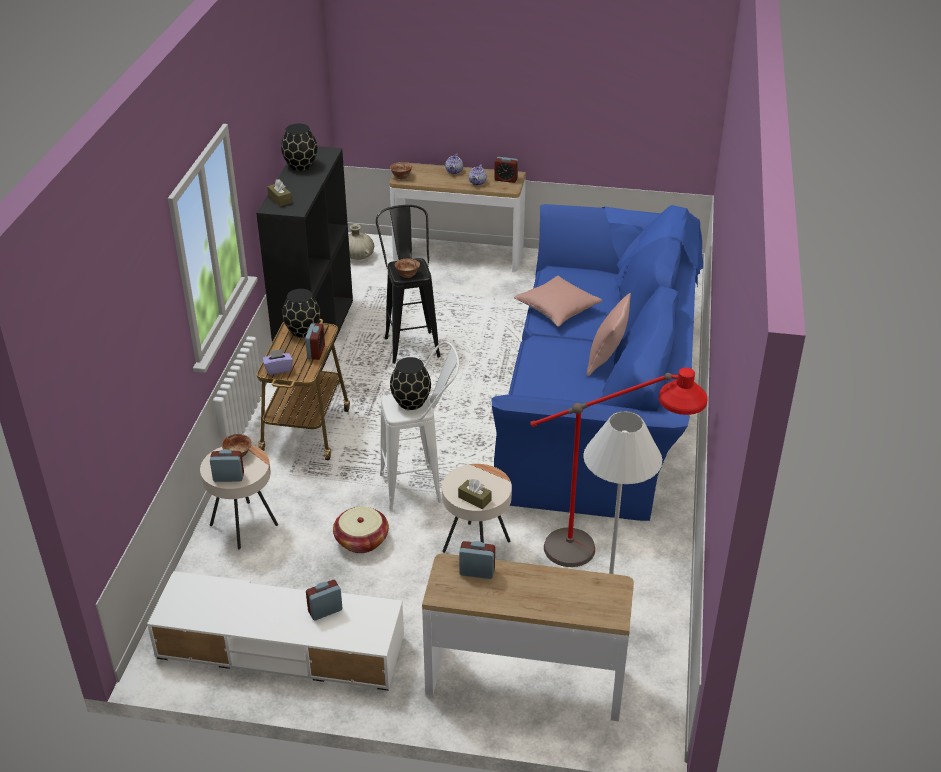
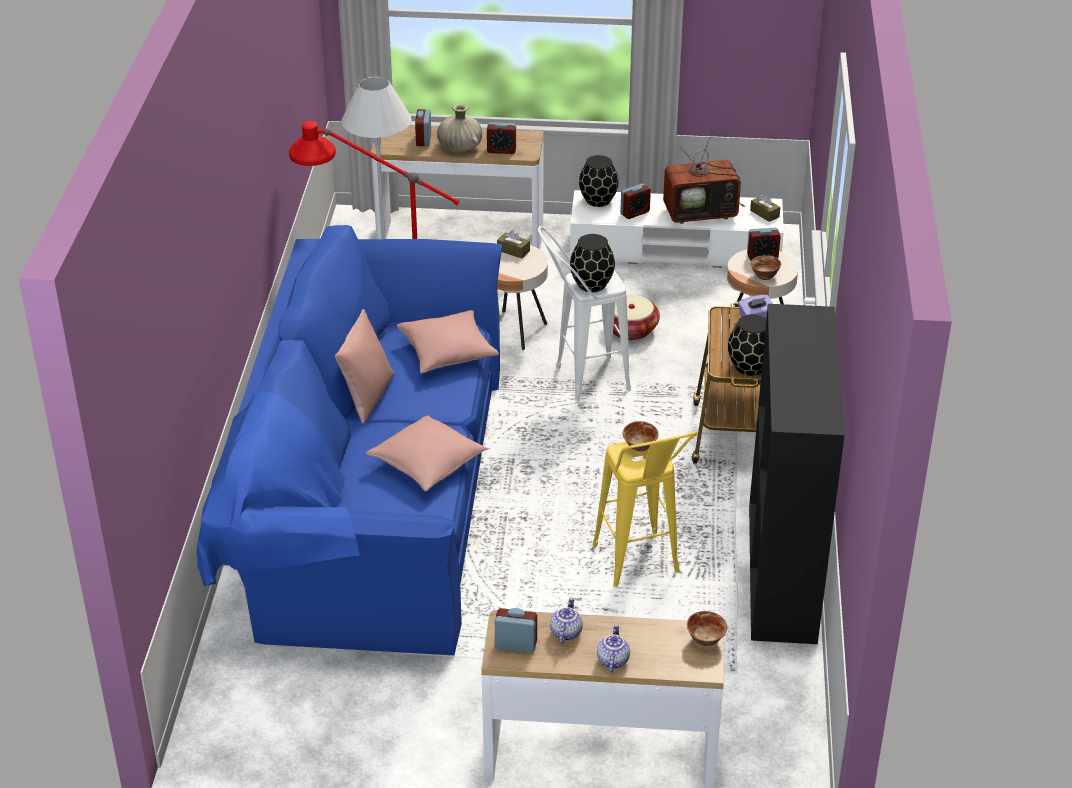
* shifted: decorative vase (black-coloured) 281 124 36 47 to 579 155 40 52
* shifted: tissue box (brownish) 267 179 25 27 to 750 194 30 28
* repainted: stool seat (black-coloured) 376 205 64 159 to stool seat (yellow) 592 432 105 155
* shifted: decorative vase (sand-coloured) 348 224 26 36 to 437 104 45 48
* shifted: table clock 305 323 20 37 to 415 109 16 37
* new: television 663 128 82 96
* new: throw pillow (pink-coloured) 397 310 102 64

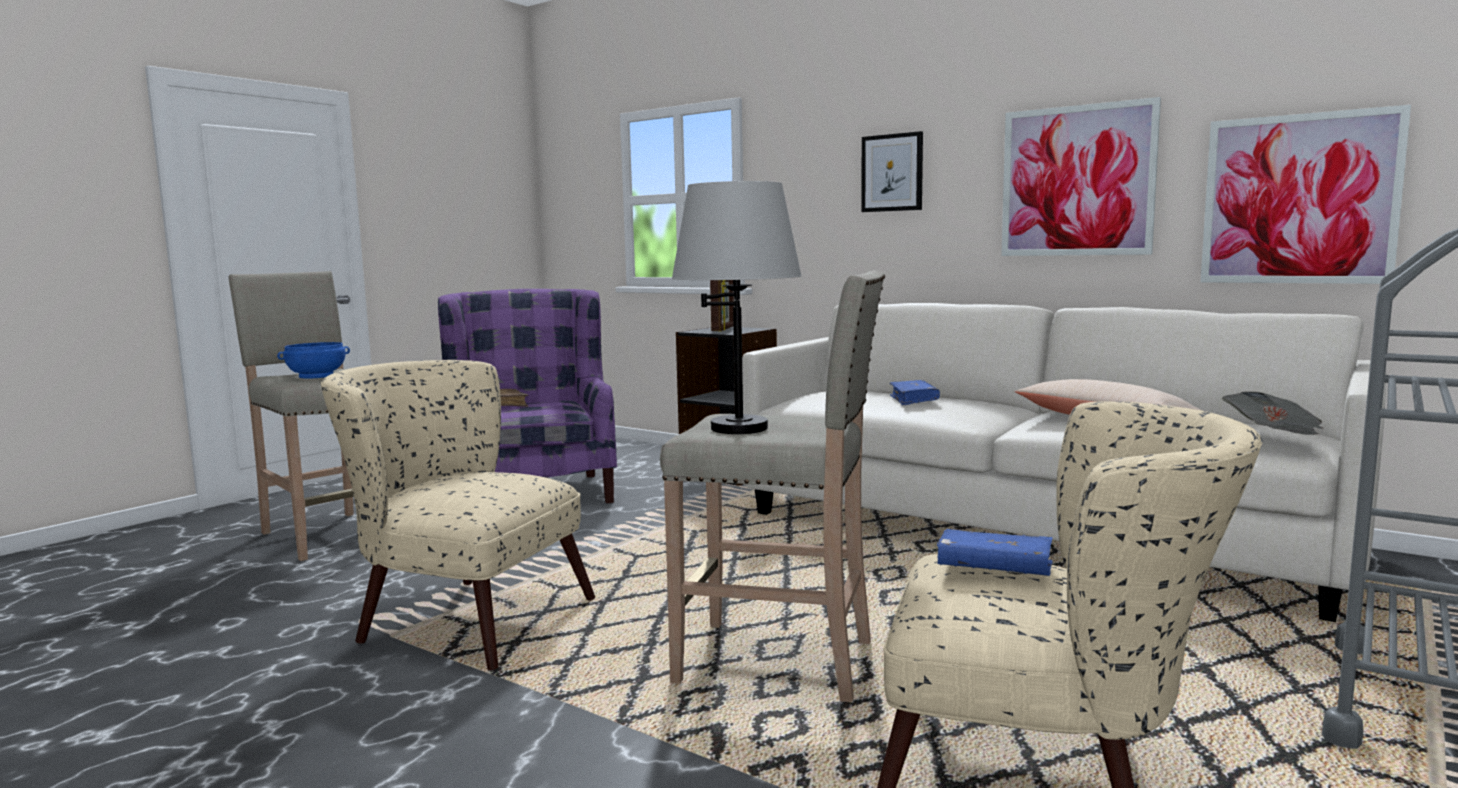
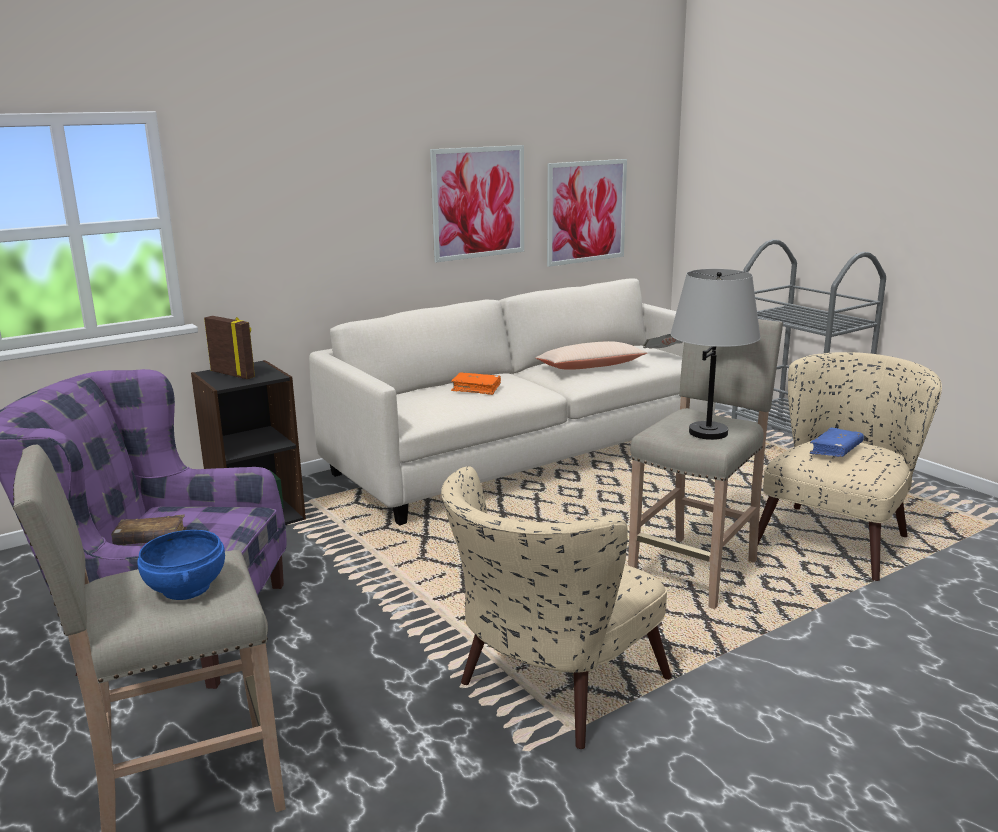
* gone: wall picture 861 131 62 81
* repainted: book (blue-coloured) 890 380 50 25 to book (orangey) 451 372 50 23

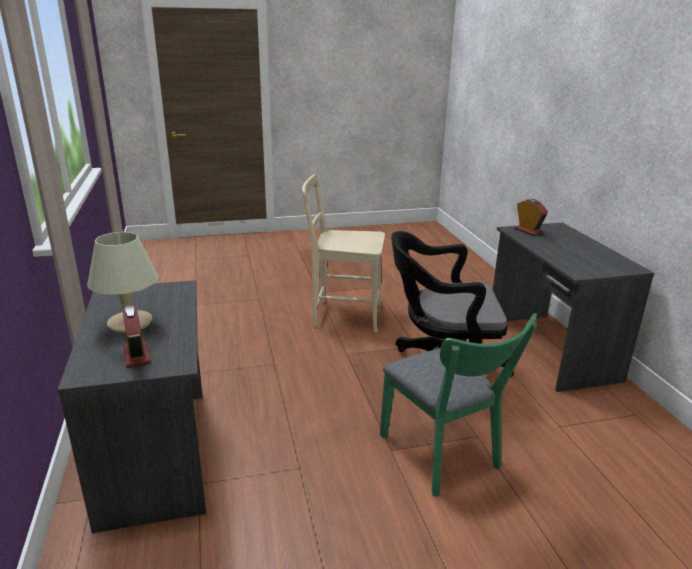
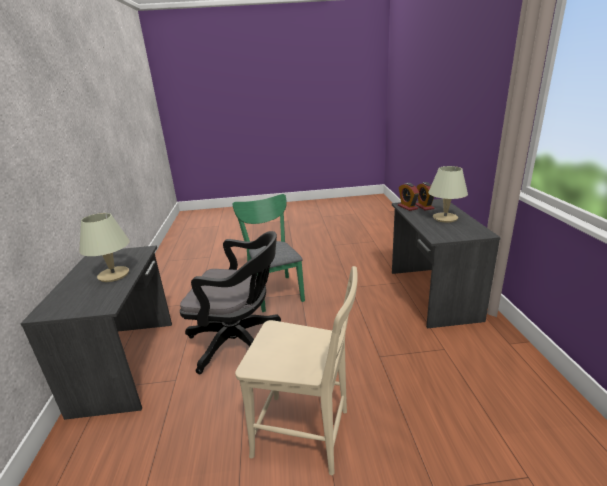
* shifted: table clock 515 199 33 37 to 398 183 21 28
* new: tabletop lamp (sand-coloured) 79 213 51 69

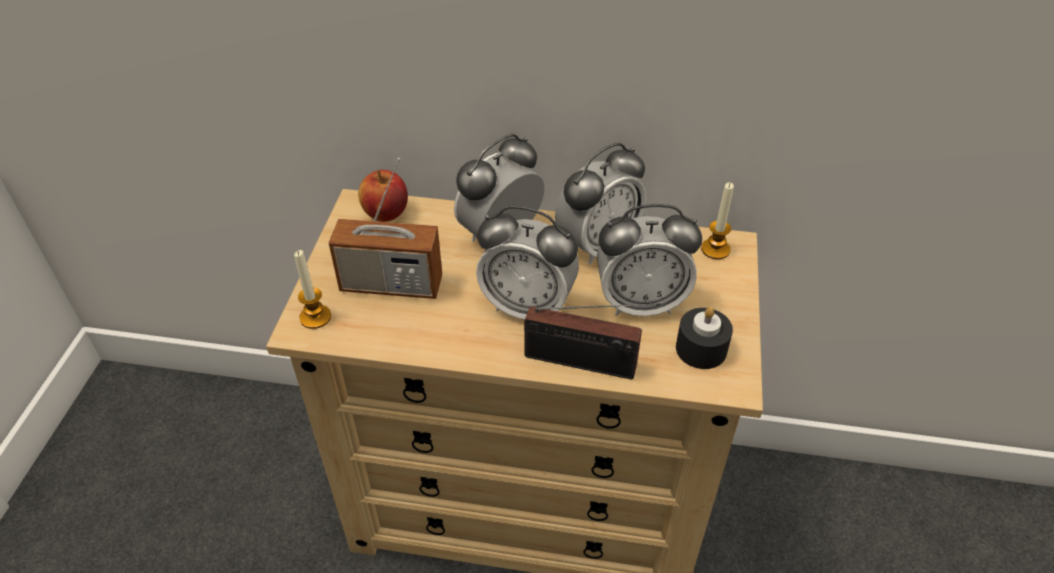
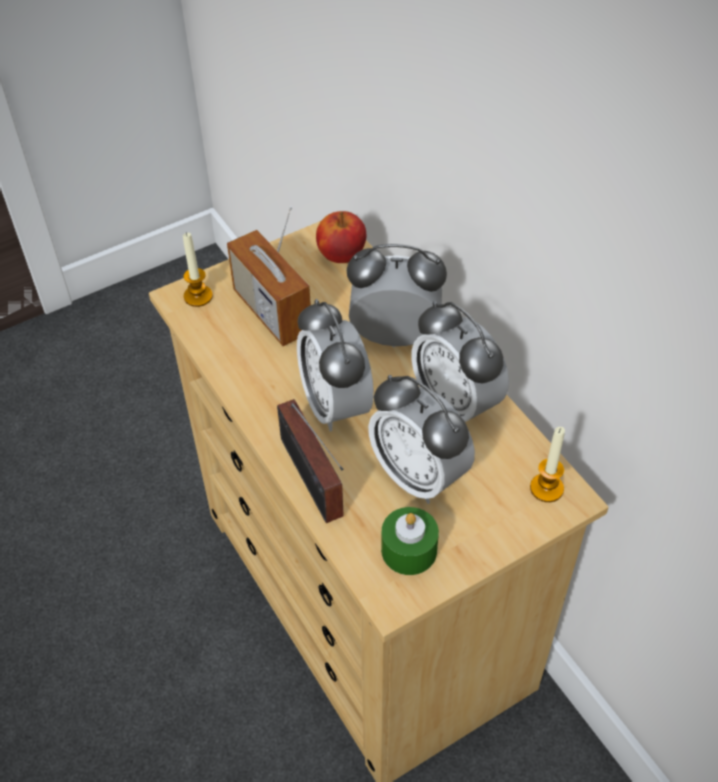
* rotated: table clock 555 143 91 122 = 411 301 98 121 45 degrees clockwise
* repainted: wax candle (black-coloured) 676 307 57 62 to wax candle (green-coloured) 381 507 58 68

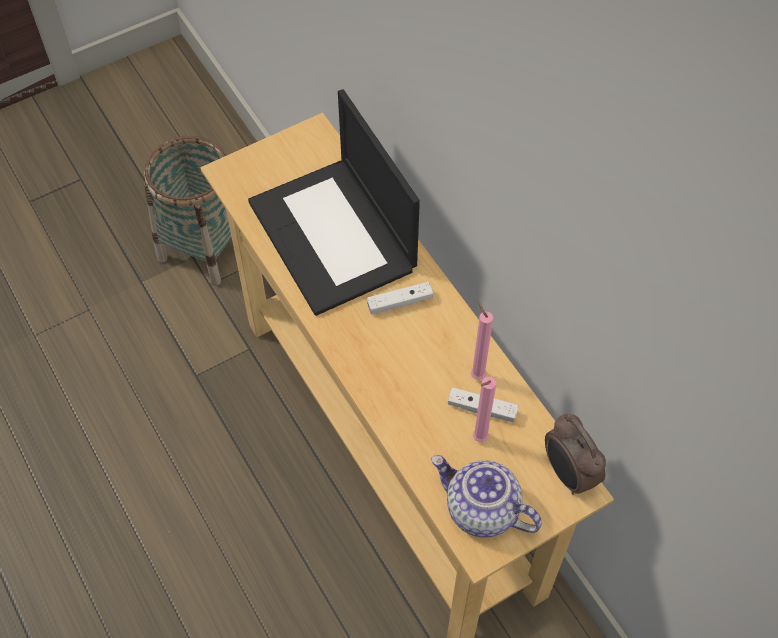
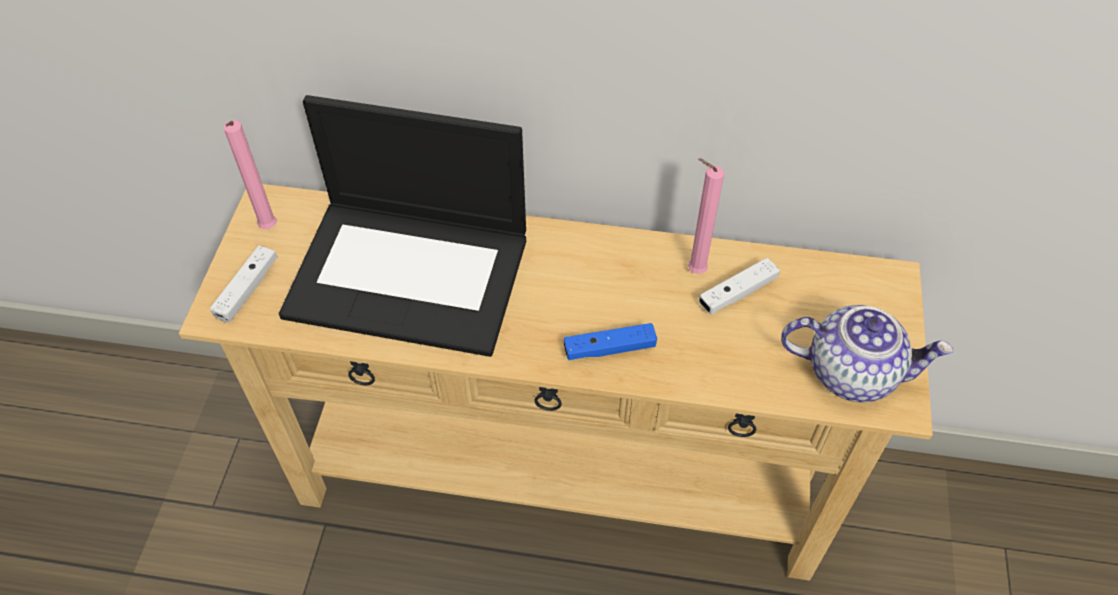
* gone: storage basket 144 136 87 150
* shifted: game controller (white) 367 282 66 32 to 210 245 68 78
* shifted: wax candle (pink-coloured) 473 377 23 65 to 223 120 54 109
* gone: table clock 545 414 61 81
* rotated: tea pot 431 455 111 83 = 781 305 172 97 150 degrees counterclockwise
* new: game controller (blue-coloured) 564 323 93 37

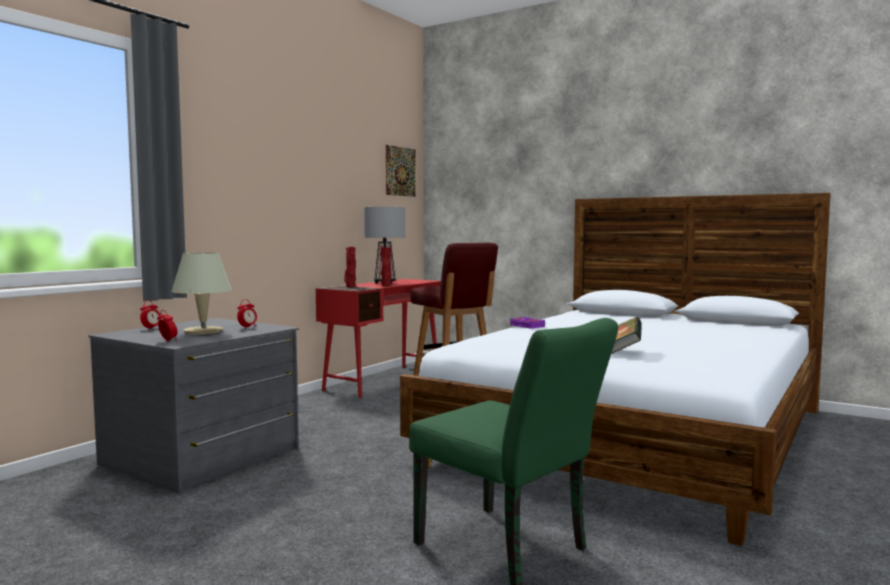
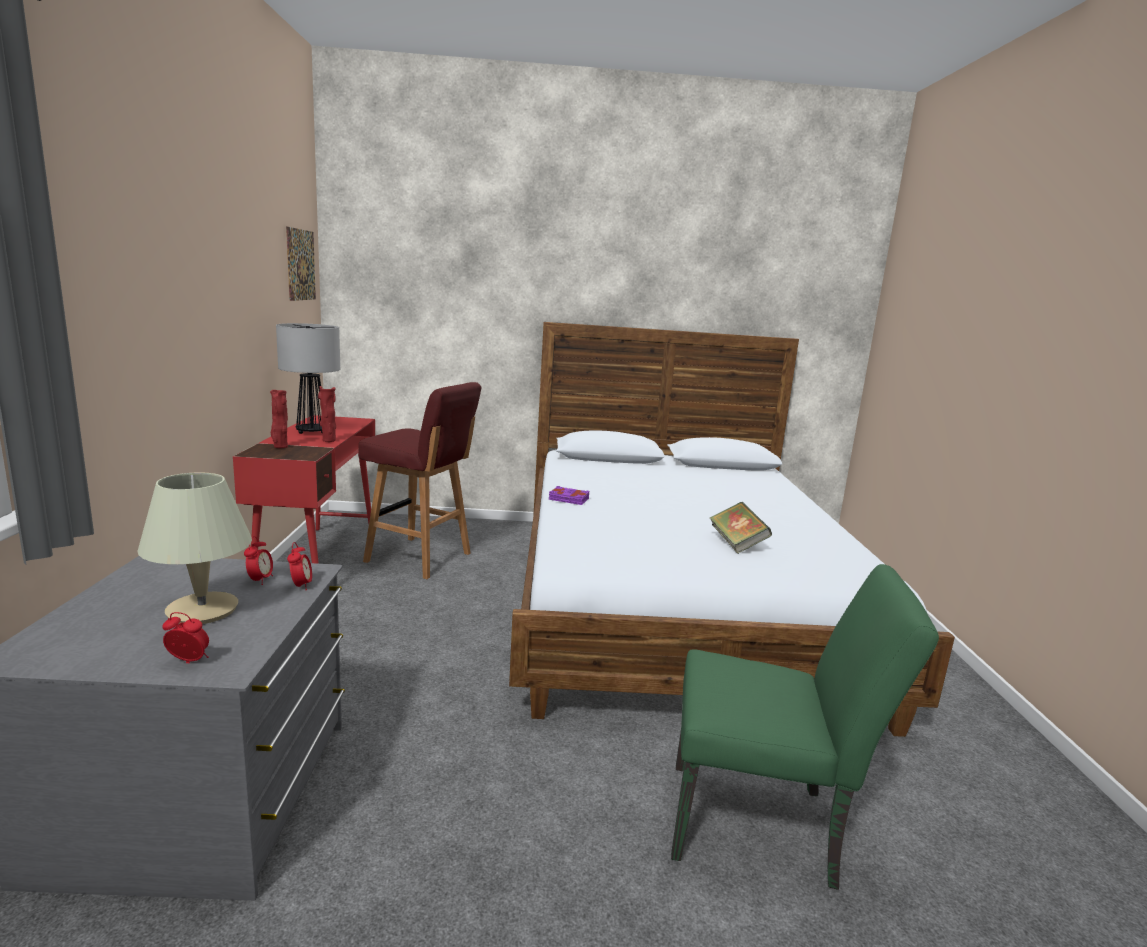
* shifted: table clock 140 300 21 30 to 287 542 25 48

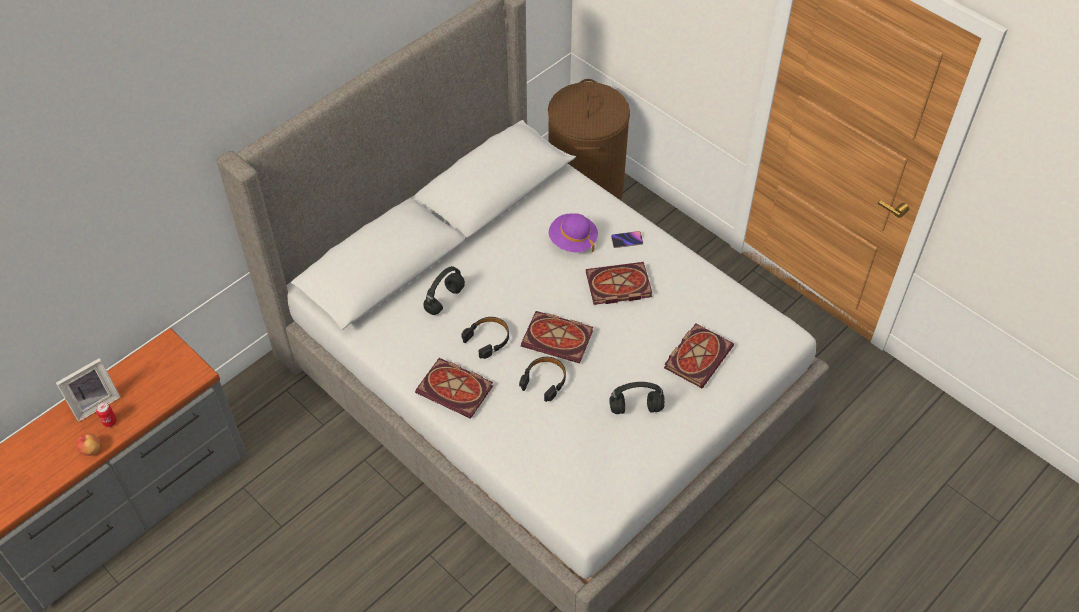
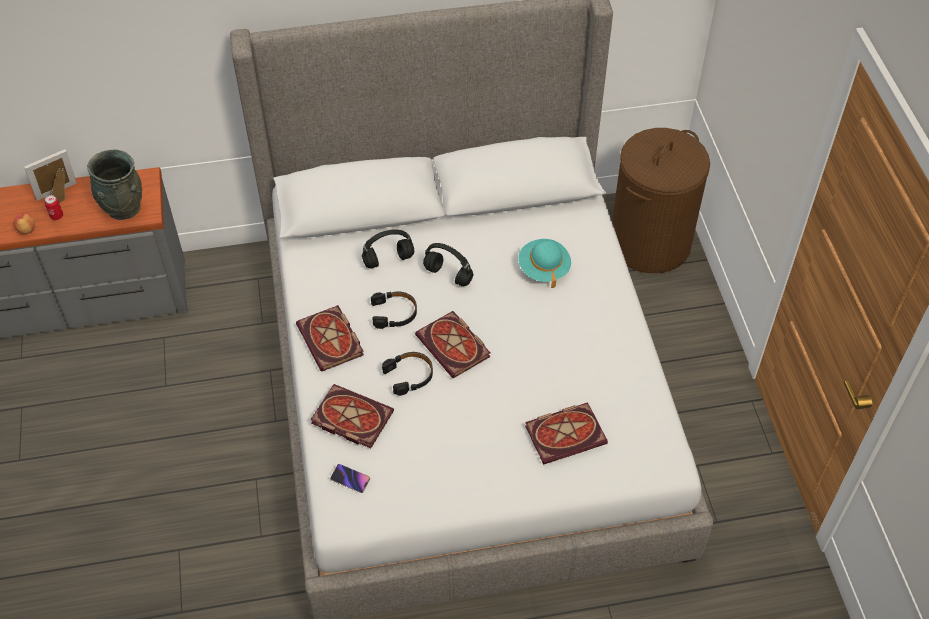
* repainted: hat (purple) 549 213 49 40 to hat (turquoise) 518 239 53 49
* shifted: handset 611 231 32 17 to 330 464 40 29
* shifted: book 586 262 67 43 to 310 384 84 64
* rotated: picture frame 56 358 64 64 = 24 149 53 54 150 degrees clockwise
* shifted: headphones (black-coloured) 609 382 56 32 to 423 243 50 43
* new: decorative vase (grey) 87 150 55 70

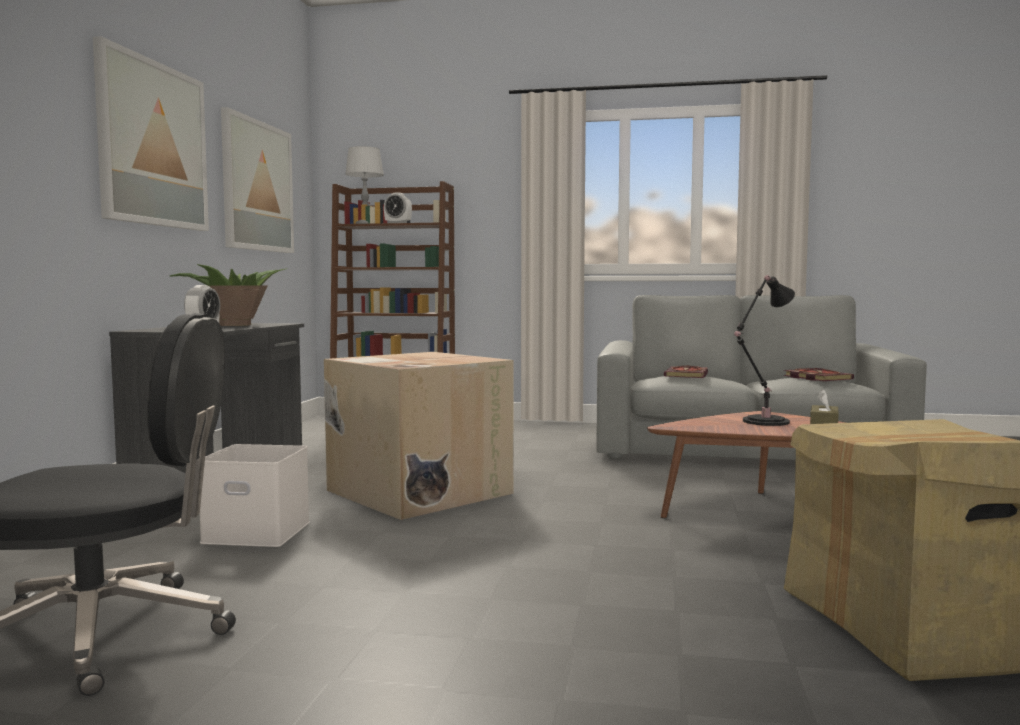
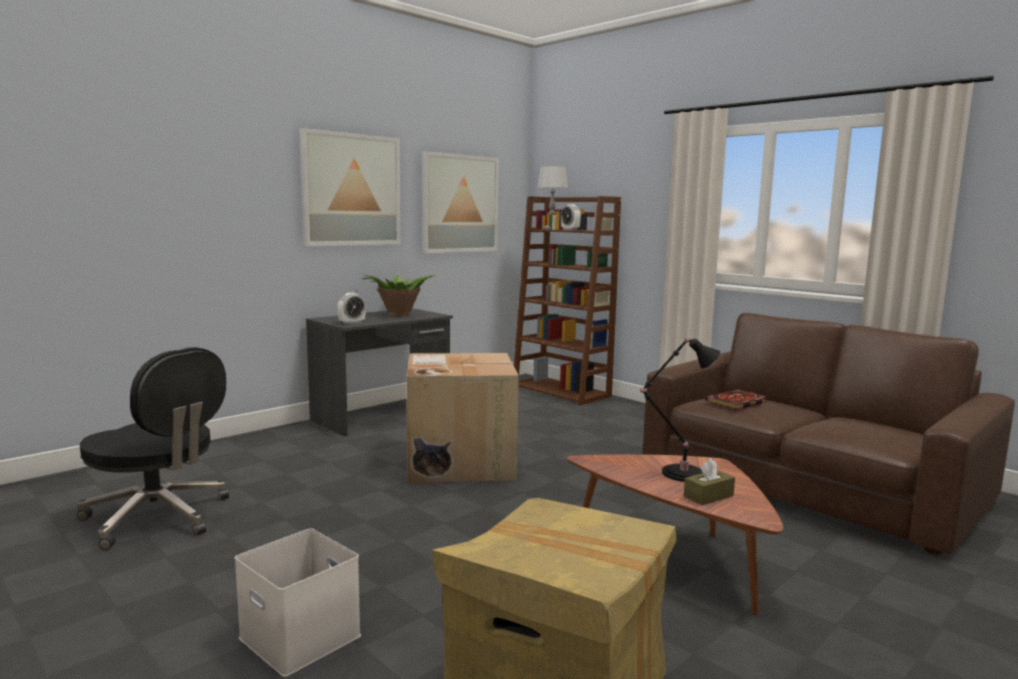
* repainted: settee (grey) 596 295 331 165 to settee (brownish) 642 313 373 242
* gone: book 783 368 71 13
* shifted: storage bin (white) 200 444 110 103 to 235 528 126 149

